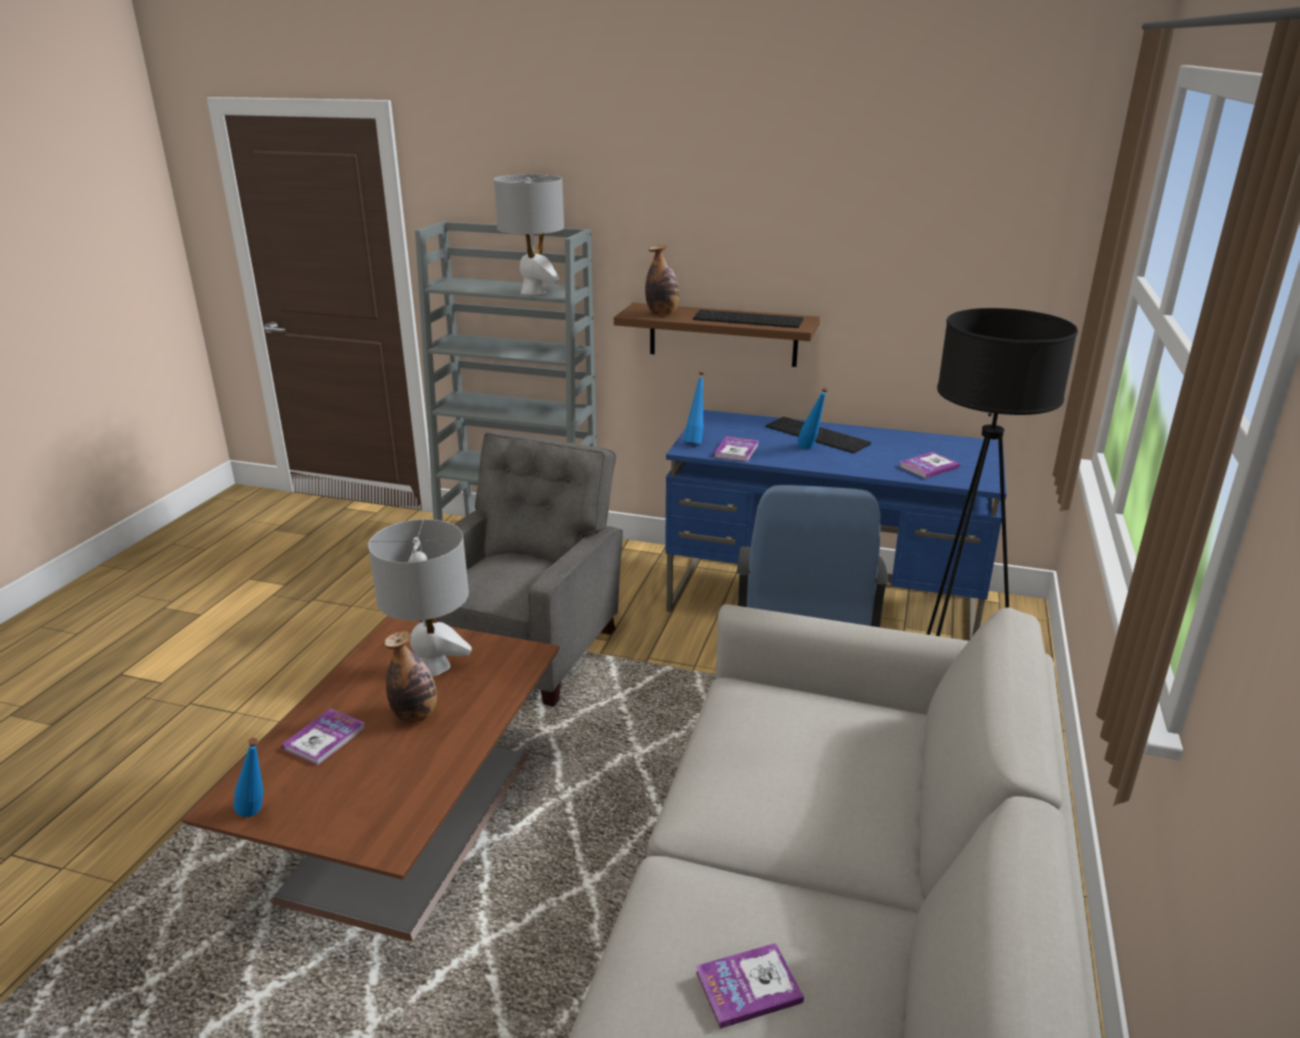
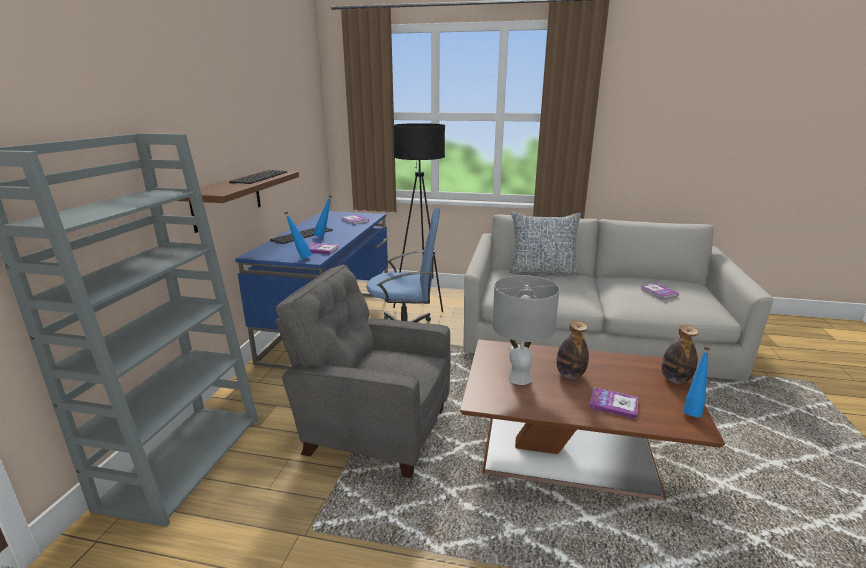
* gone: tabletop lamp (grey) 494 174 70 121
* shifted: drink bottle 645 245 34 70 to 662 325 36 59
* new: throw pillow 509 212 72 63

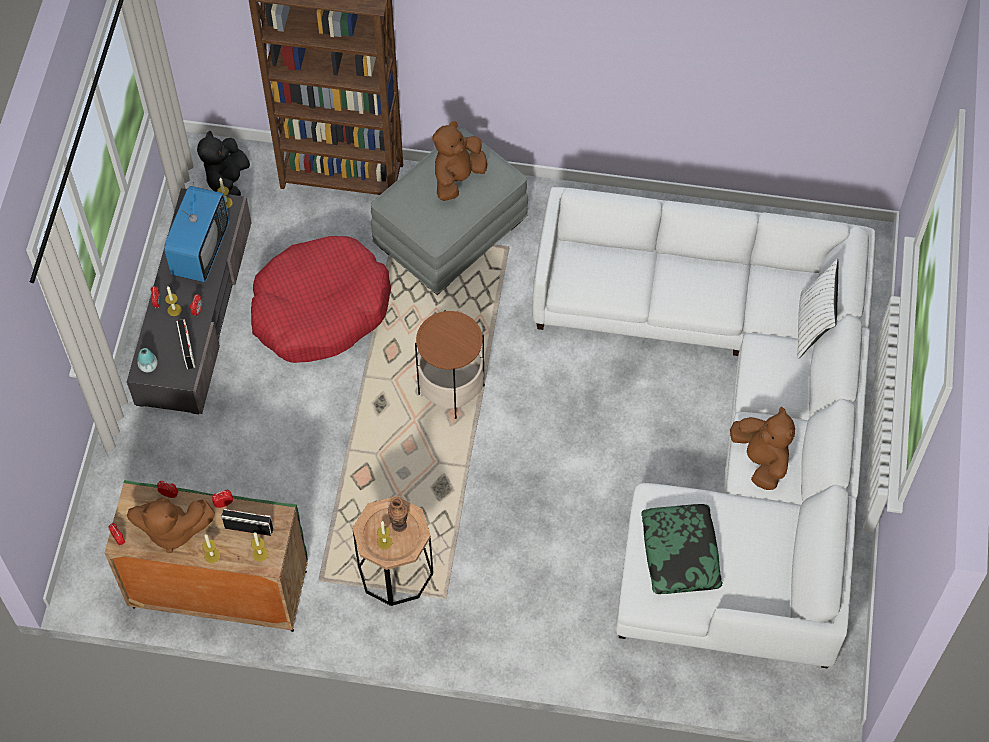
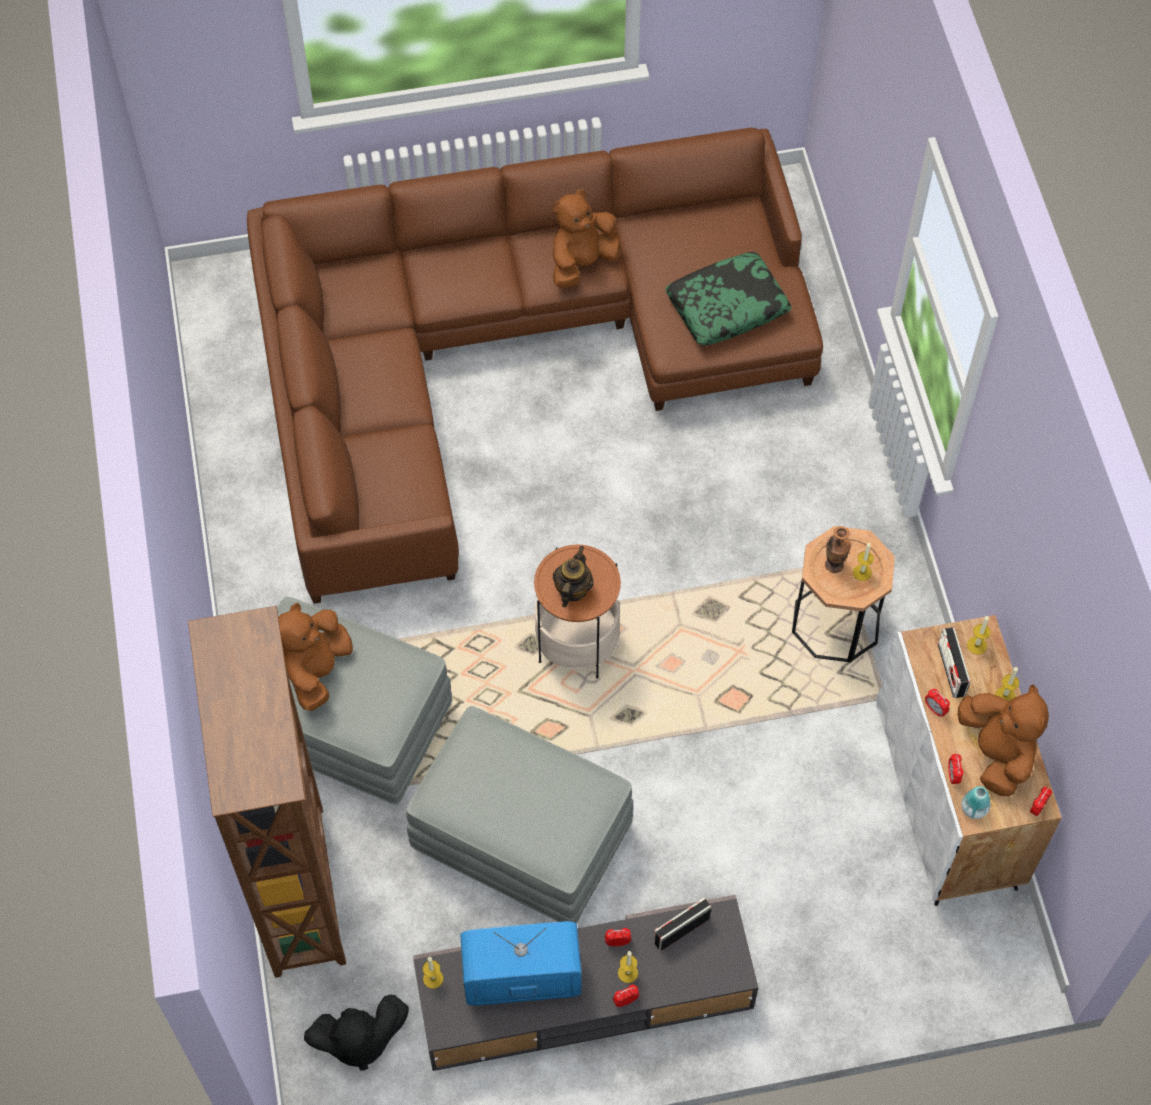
* rotated: cuddly toy (brownish) 432 121 55 80 = 278 603 75 108 90 degrees clockwise
* repainted: settee (white) 532 187 344 481 to settee (brownish) 247 127 576 477
* swapped: dog bed (red-coloured) 251 236 140 127 to footrest (grey) 406 706 227 217
* gone: throw pillow (white) 797 259 42 100
* shifted: decorative vase 137 348 20 24 to 962 786 29 33
* repainted: cabinet (green-coloured) 104 480 204 152 to cabinet (white) 876 615 186 291
* new: tea pot 553 546 41 61

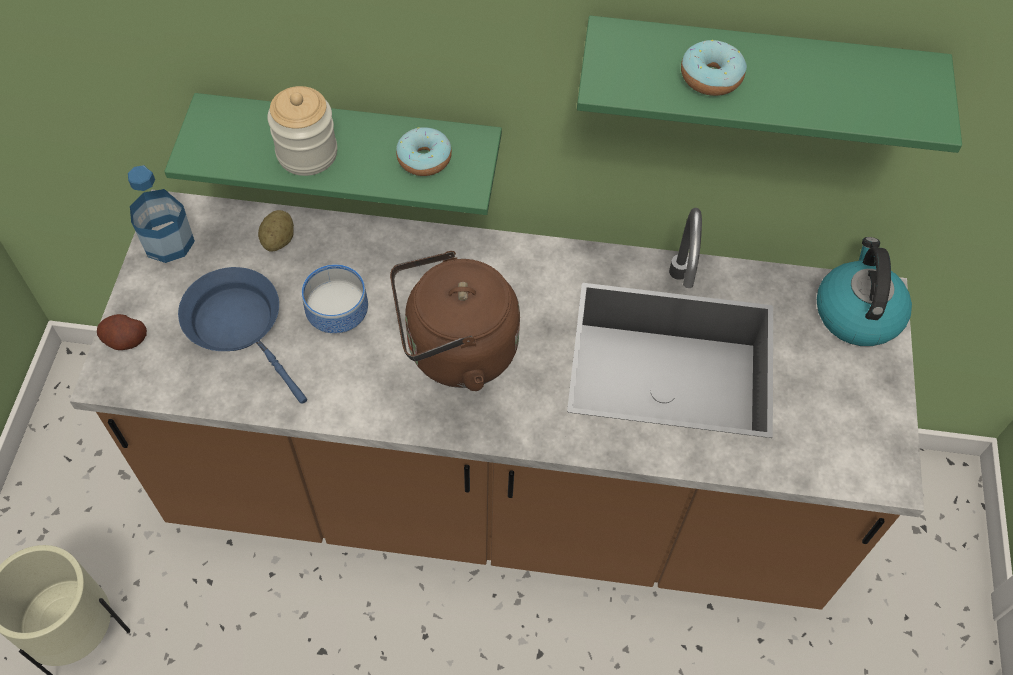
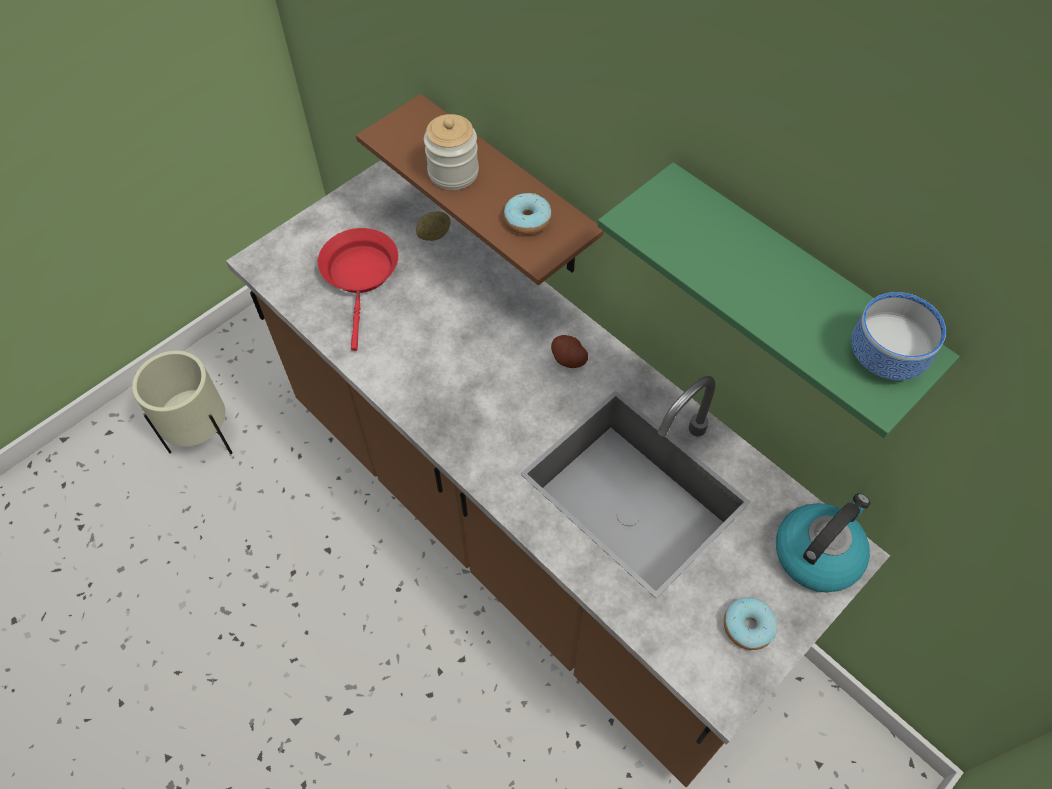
* shifted: donut 681 40 66 56 to 724 597 53 53
* repainted: wall shelf (green-coloured) 165 93 337 122 to wall shelf (brownish) 356 94 248 191
* gone: drink bottle 128 165 67 98
* gone: kettle (brownish) 390 251 130 140
* shifted: bowl 302 264 66 69 to 851 292 95 88
* repainted: skillet (blue-coloured) 178 267 129 137 to skillet (red-coloured) 318 228 80 123
* shifted: spud 97 314 50 36 to 551 335 37 33

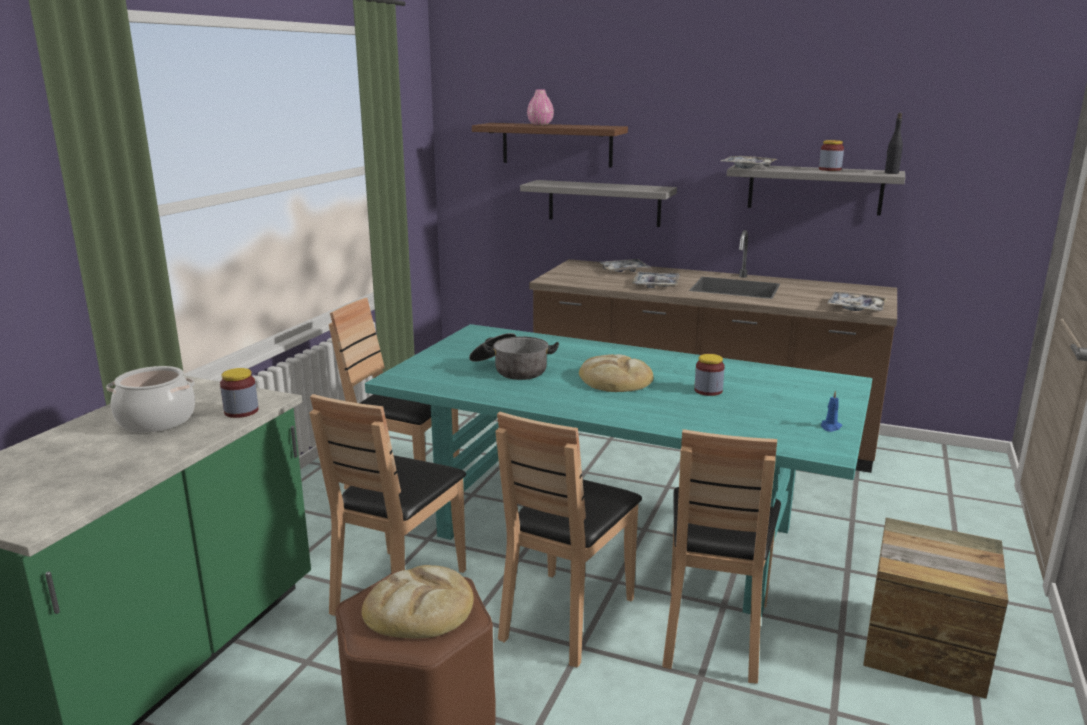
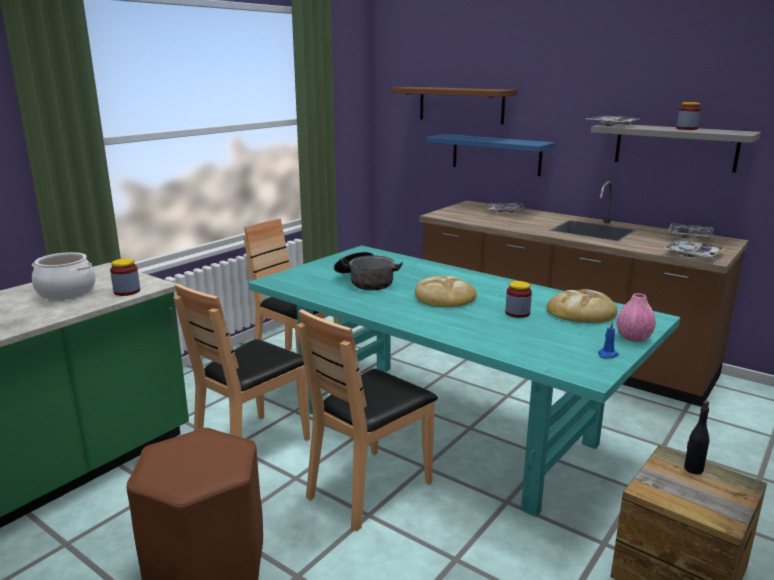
* shifted: decorative vase (pink-coloured) 527 90 27 35 to 616 293 40 49
* shifted: drink bottle (black-coloured) 885 113 18 61 to 684 401 25 73
* repainted: wall shelf (grey) 520 180 157 47 to wall shelf (blue-coloured) 426 134 130 42
* shifted: tray 632 272 48 16 to 667 223 47 15
* gone: plain chair (brownish) 662 429 119 255
* shifted: bakery bread 362 565 112 74 to 546 289 71 34

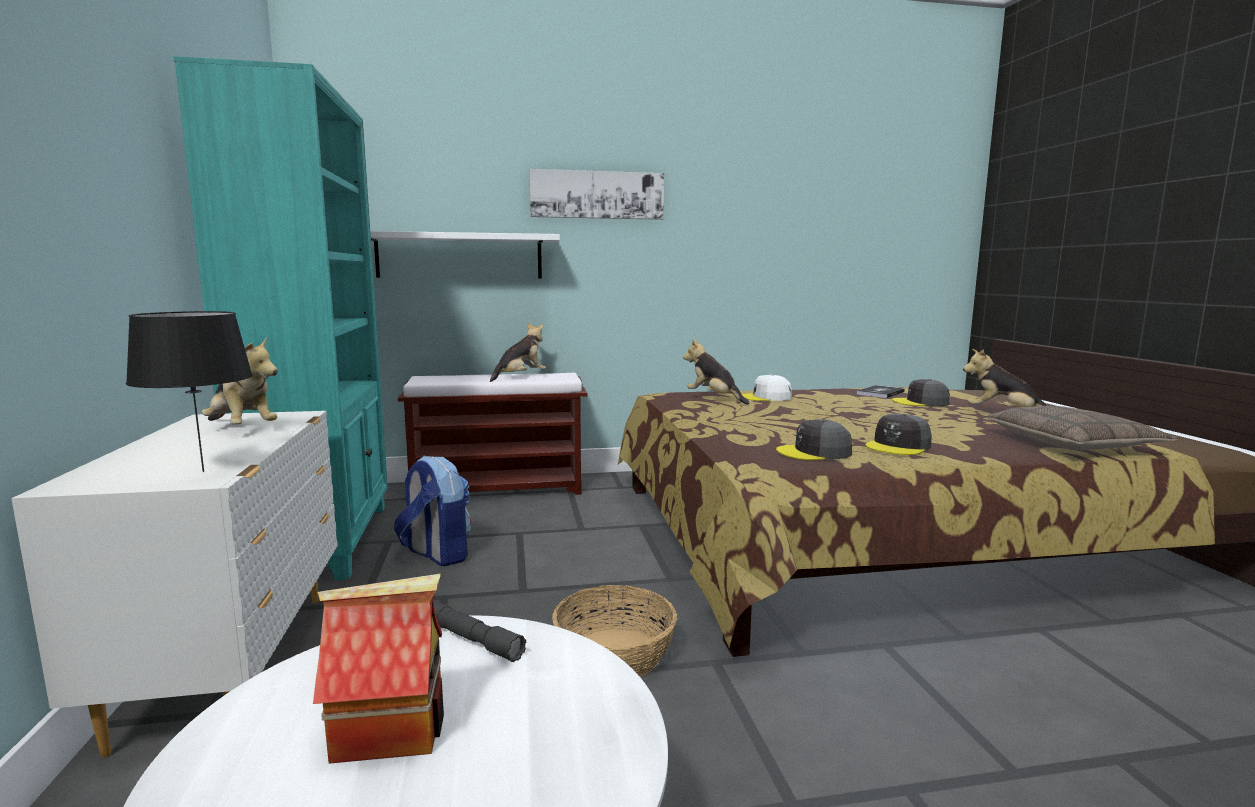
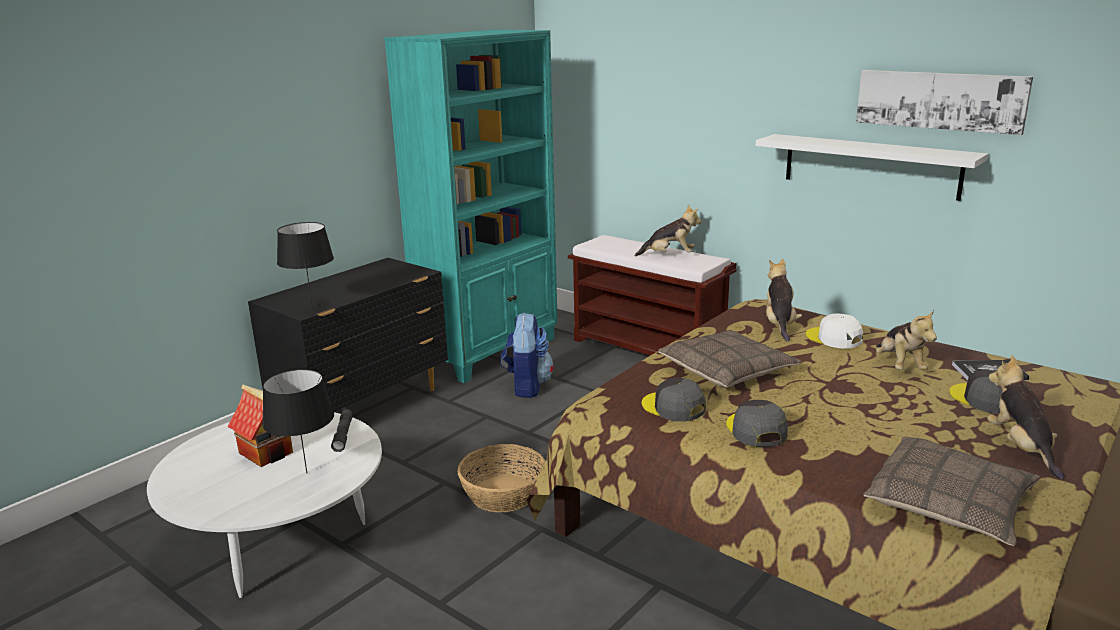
* shifted: wall picture 530 169 134 51 to 856 70 177 65
* shifted: wall shelf (white) 370 231 190 47 to 756 134 232 67
* shifted: cuddly toy 202 337 76 87 to 876 310 61 60
* repainted: dresser (white) 11 411 327 347 to dresser (black-coloured) 248 258 200 154
* rotated: cap (grey) 865 414 67 41 = 726 400 62 47 75 degrees clockwise
* new: throw pillow 658 330 144 58
* new: tabletop lamp (black-coloured) 262 369 72 104

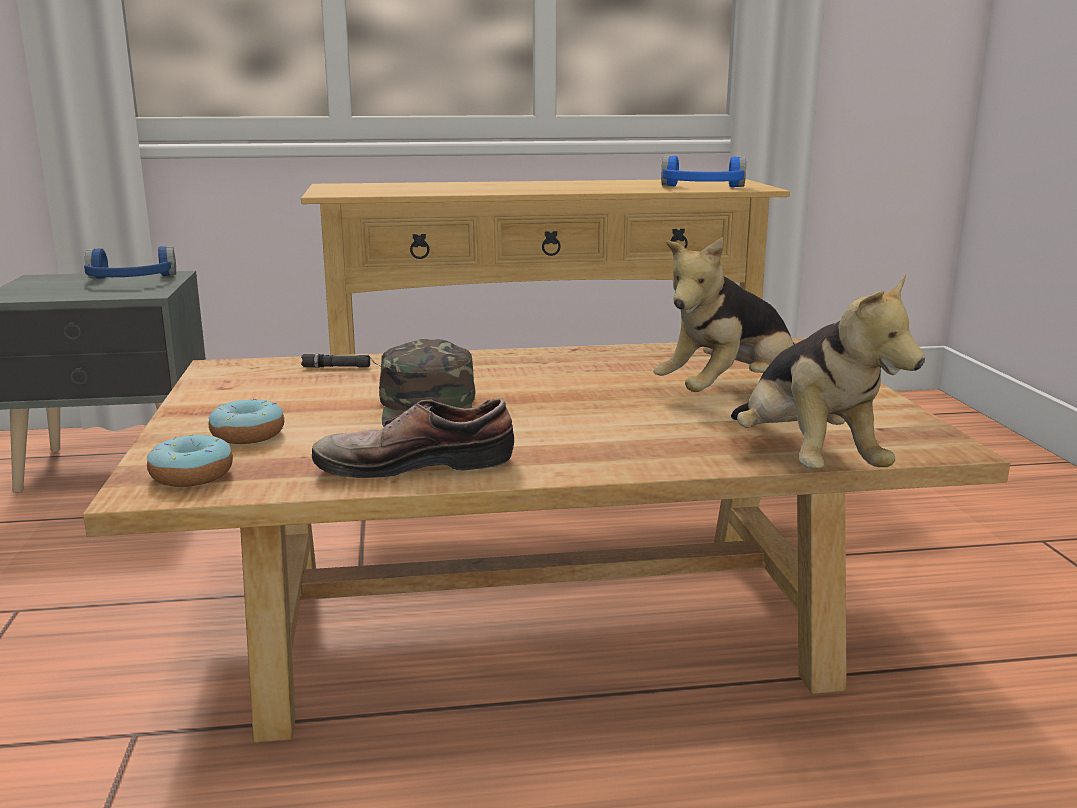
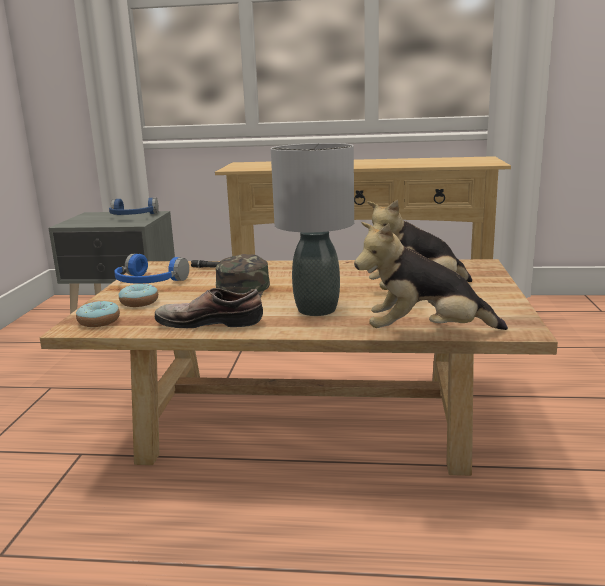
* shifted: headphones (blue-coloured) 661 156 85 31 to 114 254 75 30
* rotated: cuddly toy 731 273 194 196 = 354 222 154 108 90 degrees clockwise
* new: tabletop lamp (grey) 271 143 83 173

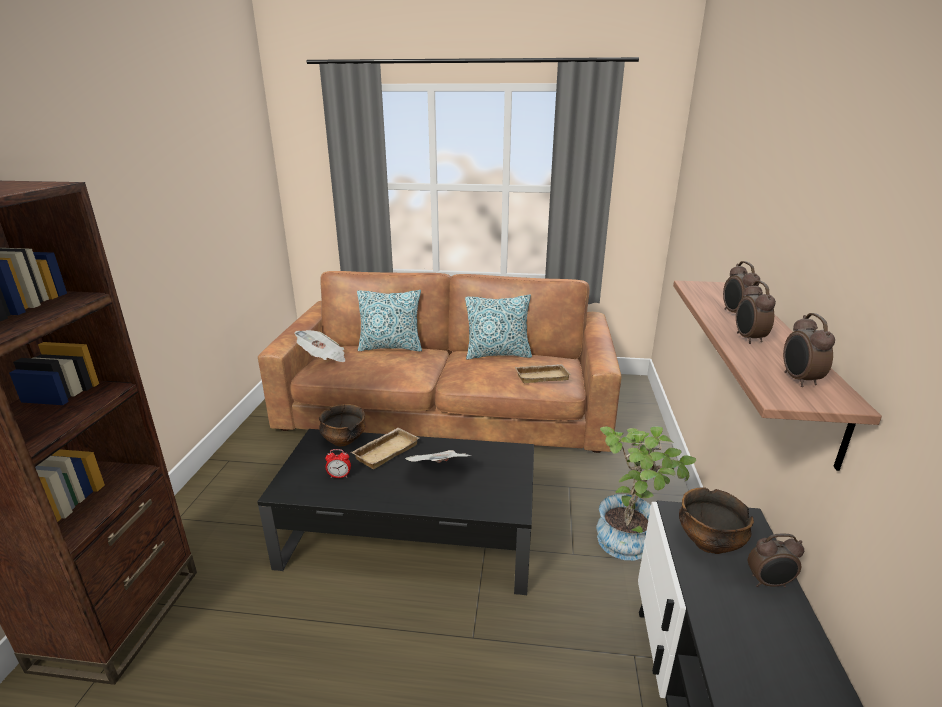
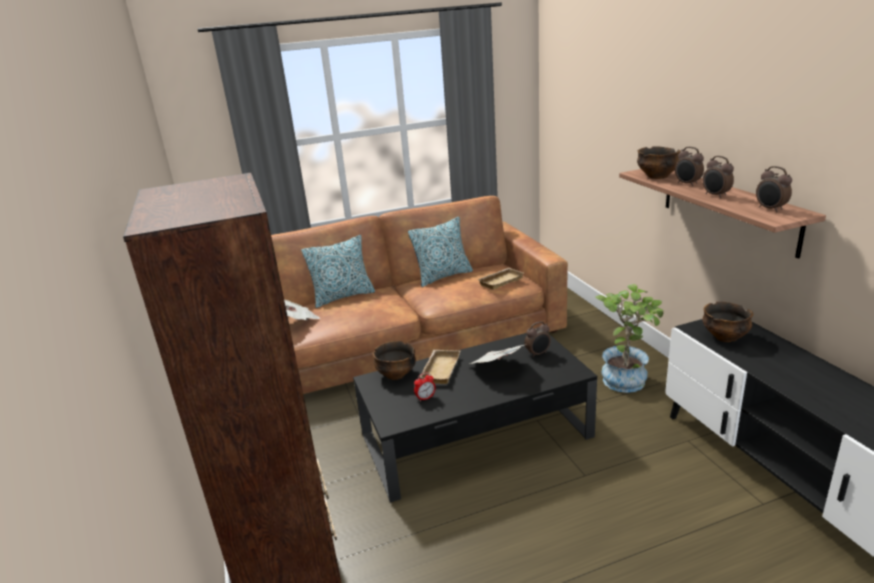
* shifted: table clock 748 534 56 53 to 524 321 27 36
* new: bowl 637 146 44 33

